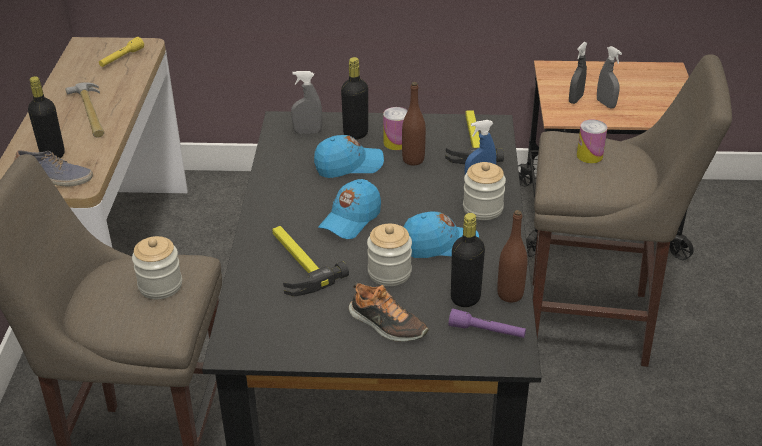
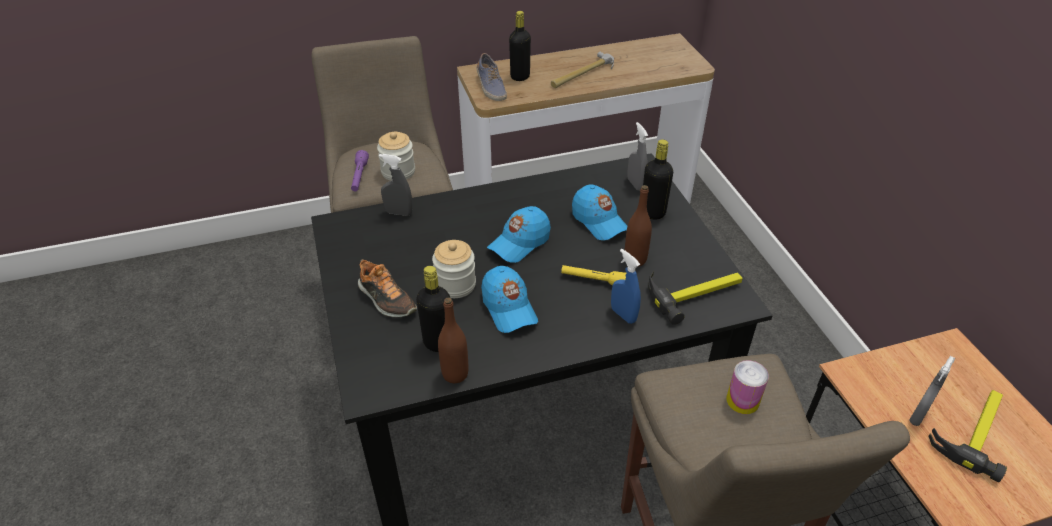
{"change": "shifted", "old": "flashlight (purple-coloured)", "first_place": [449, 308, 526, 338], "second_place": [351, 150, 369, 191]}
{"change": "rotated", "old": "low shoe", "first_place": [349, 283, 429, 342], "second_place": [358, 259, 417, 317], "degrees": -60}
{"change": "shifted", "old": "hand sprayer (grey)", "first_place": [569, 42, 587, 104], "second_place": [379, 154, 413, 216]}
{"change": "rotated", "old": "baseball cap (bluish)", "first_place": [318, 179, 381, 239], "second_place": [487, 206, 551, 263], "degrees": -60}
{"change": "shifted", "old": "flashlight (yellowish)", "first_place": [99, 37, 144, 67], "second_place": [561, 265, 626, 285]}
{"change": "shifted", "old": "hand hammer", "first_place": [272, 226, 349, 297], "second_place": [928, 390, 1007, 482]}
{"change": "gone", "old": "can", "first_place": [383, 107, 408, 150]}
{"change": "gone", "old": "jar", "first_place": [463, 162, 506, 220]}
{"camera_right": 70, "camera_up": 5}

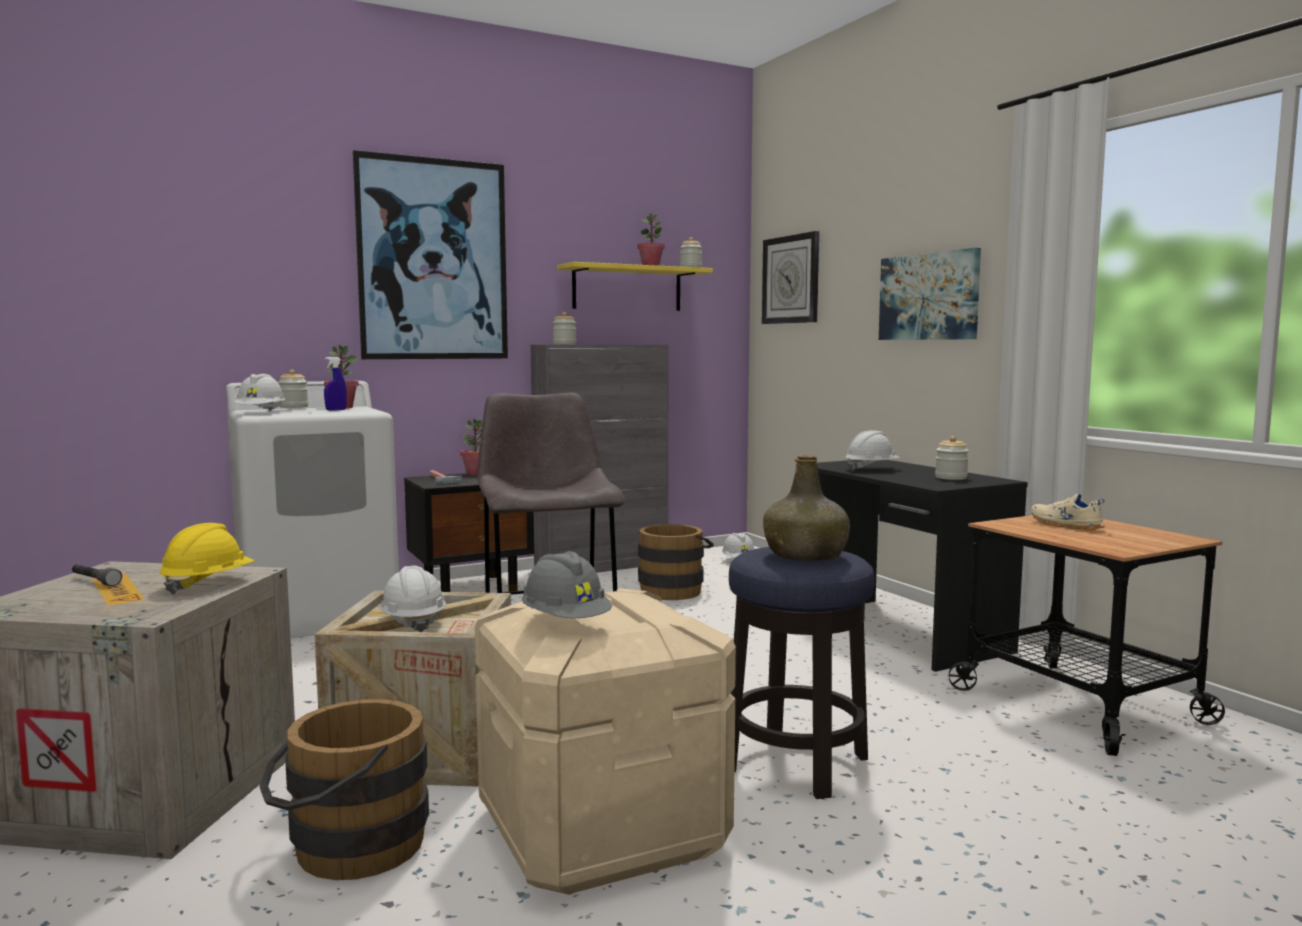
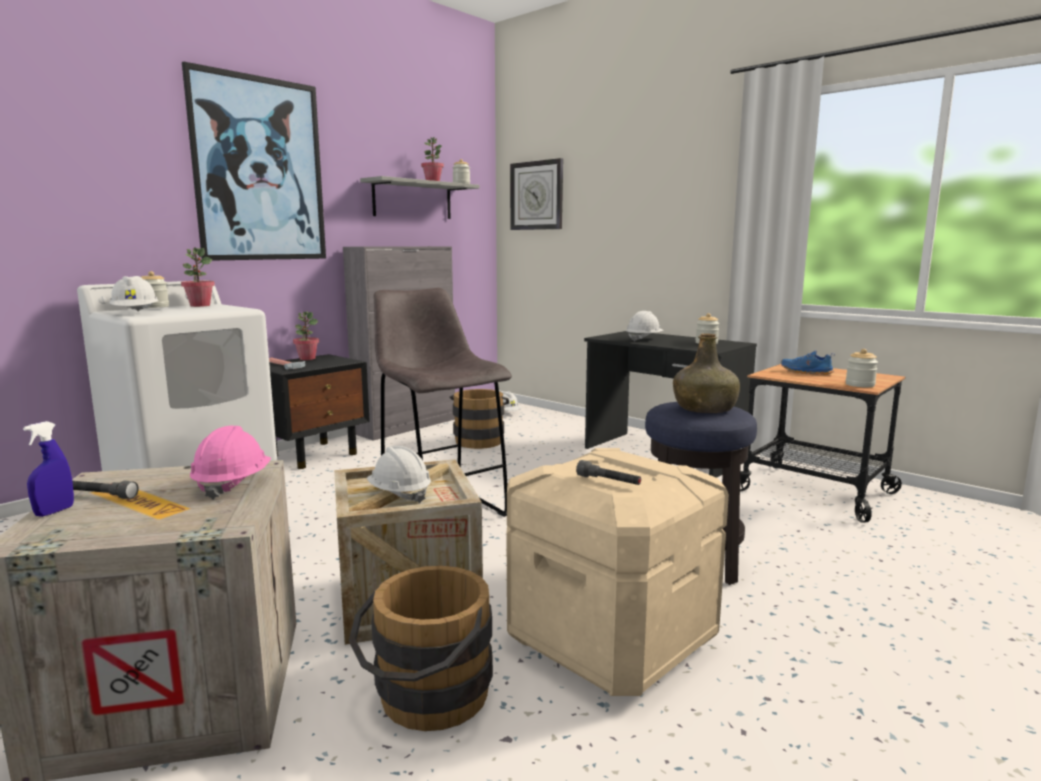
{"change": "shifted", "old": "hand sprayer (bluish)", "first_place": [324, 357, 347, 411], "second_place": [23, 421, 74, 517]}
{"change": "repainted", "old": "work helmet (yellowish)", "new": "work helmet (pink)", "first_place": [159, 523, 255, 595], "second_place": [190, 426, 271, 500]}
{"change": "repainted", "old": "bracket shelf (yellowish)", "new": "bracket shelf (grey)", "first_place": [557, 262, 713, 311], "second_place": [360, 176, 480, 219]}
{"change": "swapped", "old": "work helmet (grey)", "new": "flashlight (grey)", "first_place": [522, 551, 612, 618], "second_place": [576, 460, 641, 485]}
{"change": "repainted", "old": "low shoe (beige-coloured)", "new": "low shoe (bluish)", "first_place": [1031, 494, 1105, 530], "second_place": [781, 350, 835, 375]}
{"change": "shifted", "old": "jar", "first_place": [553, 312, 576, 344], "second_place": [846, 349, 878, 387]}
{"change": "gone", "old": "picture", "first_place": [879, 248, 981, 340]}
{"camera_right": -20, "camera_up": 5}

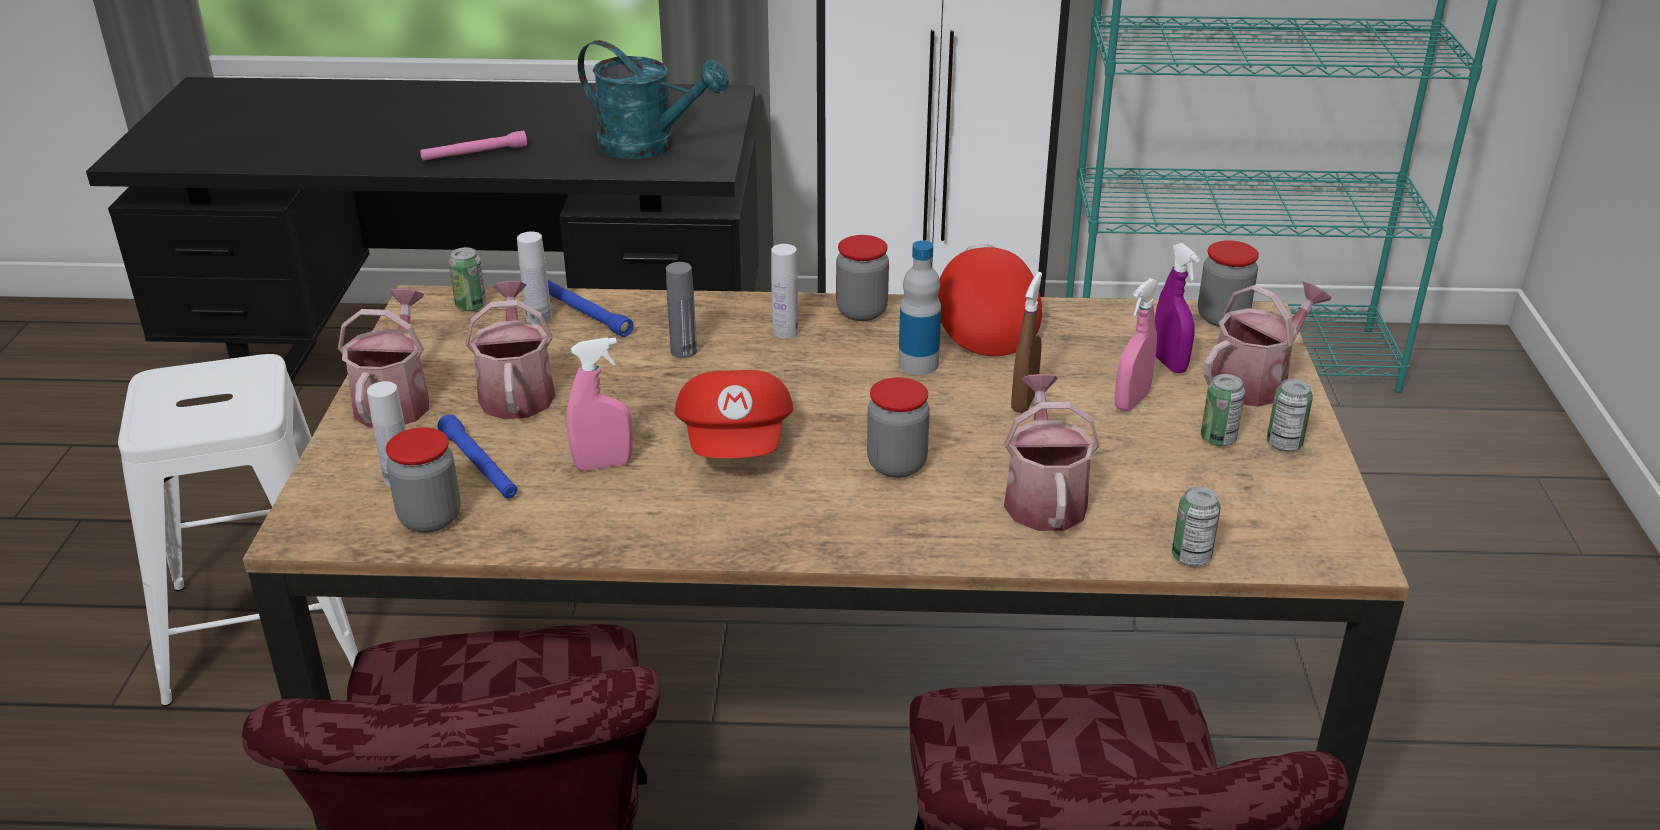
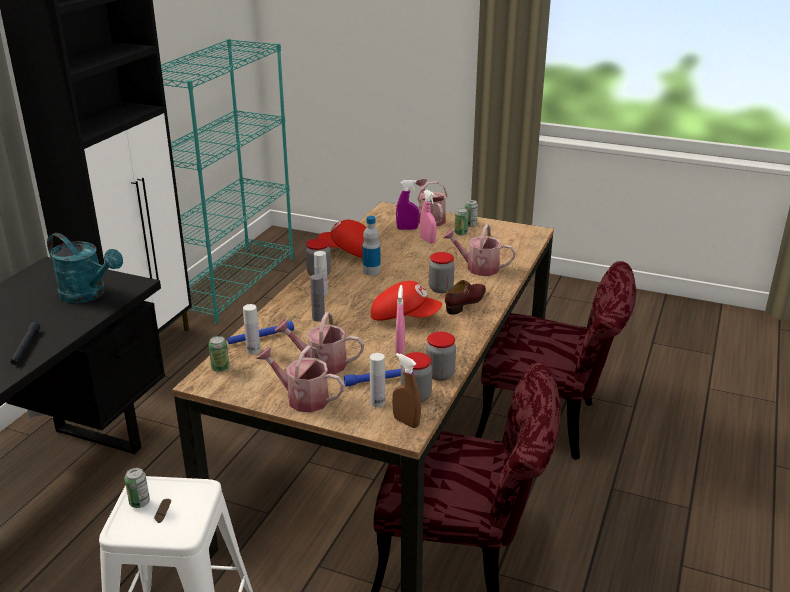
{"change": "repainted", "old": "flashlight (pink)", "new": "flashlight (black-coloured)", "first_place": [420, 131, 527, 161], "second_place": [10, 322, 40, 365]}
{"change": "rotated", "old": "watering can (turquoise-coloured)", "first_place": [578, 40, 729, 159], "second_place": [47, 233, 123, 303], "degrees": 75}
{"change": "shifted", "old": "can", "first_place": [1172, 487, 1221, 566], "second_place": [125, 468, 150, 508]}
{"change": "shifted", "old": "hand sprayer (brown-coloured)", "first_place": [1011, 272, 1042, 413], "second_place": [392, 353, 421, 428]}
{"change": "shifted", "old": "jar", "first_place": [1198, 240, 1259, 327], "second_place": [426, 332, 456, 381]}
{"change": "new", "new": "low shoe (brown-coloured)", "second_place": [445, 280, 486, 315]}
{"camera_right": -70, "camera_up": -5}

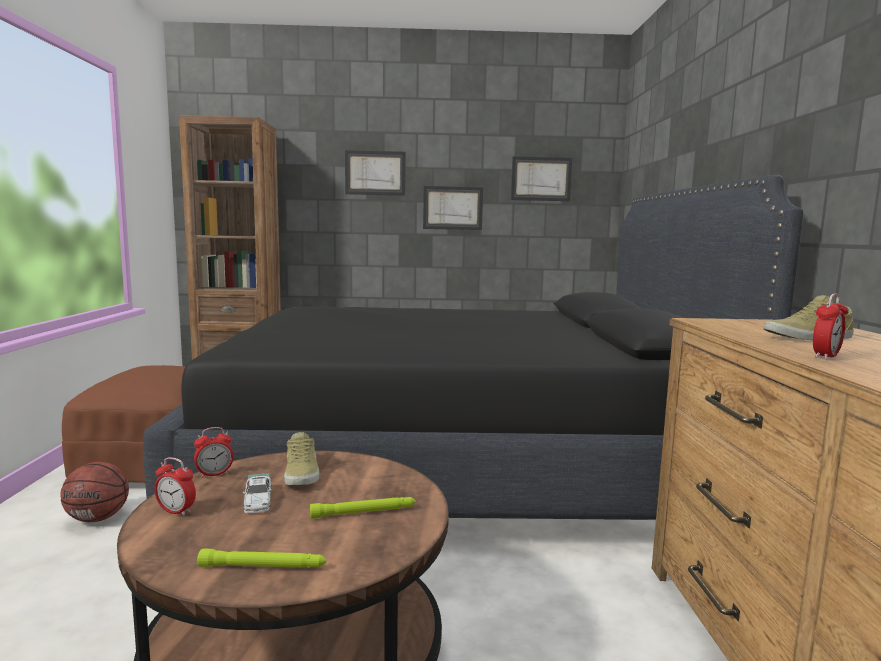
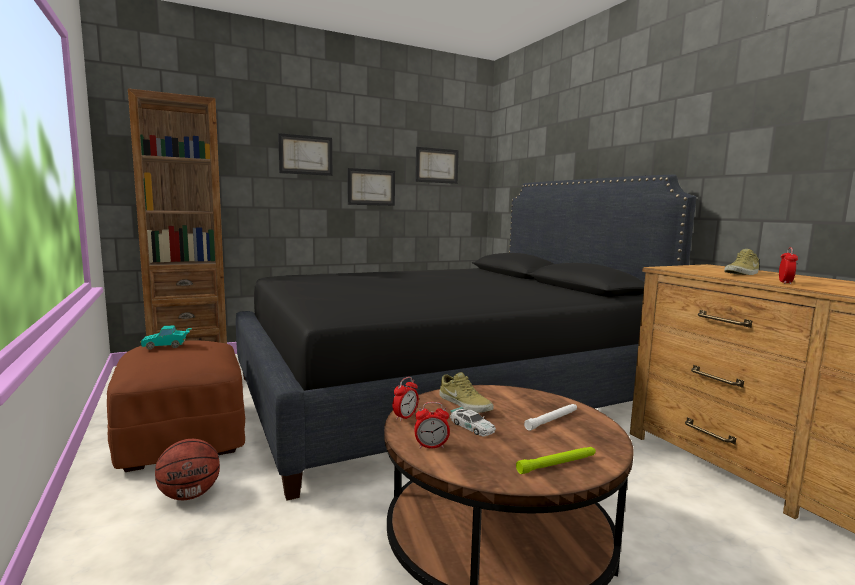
{"change": "new", "new": "model car (turquoise-coloured)", "second_place": [140, 325, 192, 350]}
{"change": "repainted", "old": "flashlight (green-coloured)", "new": "flashlight (whitish)", "first_place": [310, 497, 416, 519], "second_place": [524, 404, 577, 431]}
{"camera_right": -25, "camera_up": 0}

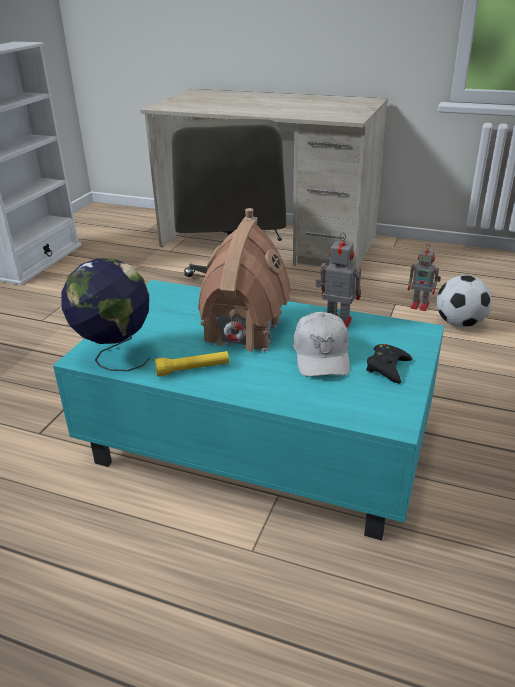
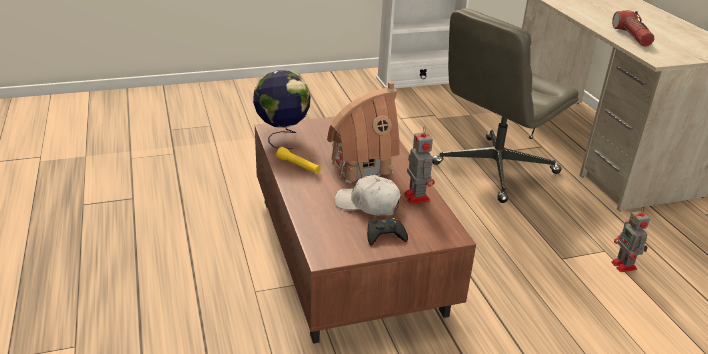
{"change": "repainted", "old": "coffee table (turquoise-coloured)", "new": "coffee table (brown-coloured)", "first_place": [53, 280, 444, 540], "second_place": [255, 116, 476, 344]}
{"change": "rotated", "old": "baseball cap (whitish)", "first_place": [293, 312, 350, 377], "second_place": [335, 175, 401, 216], "degrees": 60}
{"change": "new", "new": "flashlight", "second_place": [612, 10, 654, 47]}
{"change": "gone", "old": "ball for football", "first_place": [437, 275, 492, 327]}
{"camera_right": 50, "camera_up": 0}

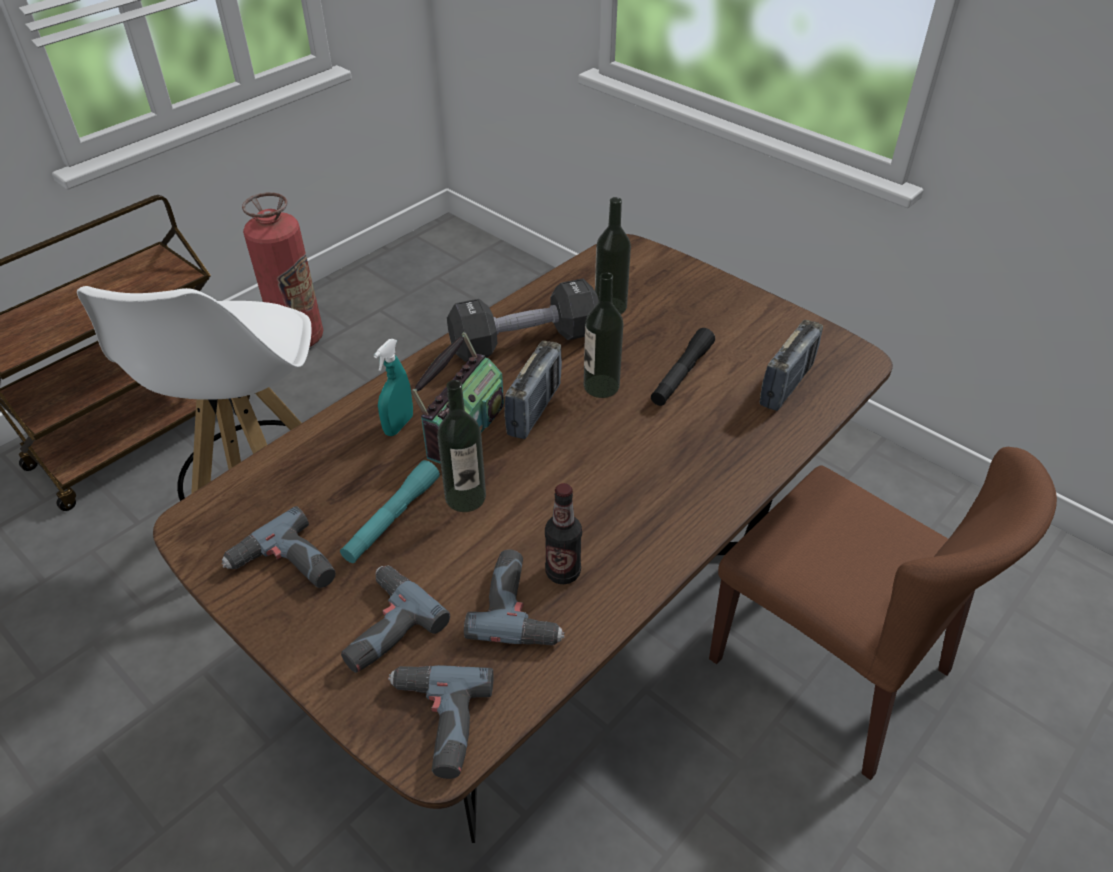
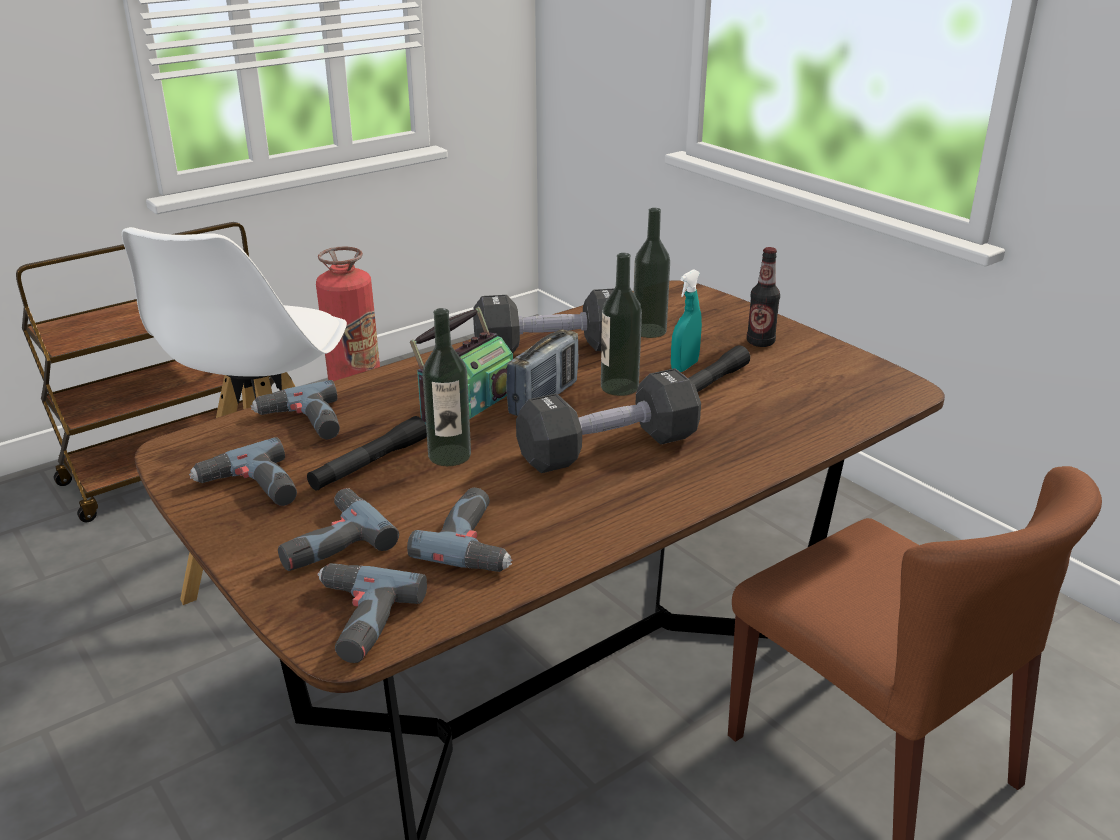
{"change": "new", "new": "electric drill", "second_place": [251, 380, 340, 439]}
{"change": "repainted", "old": "flashlight (turquoise-coloured)", "new": "flashlight (black-coloured)", "first_place": [340, 460, 440, 563], "second_place": [307, 416, 427, 491]}
{"change": "new", "new": "hand weight (black-coloured)", "second_place": [516, 368, 701, 473]}
{"change": "shifted", "old": "hand sprayer (turquoise-coloured)", "first_place": [374, 339, 413, 436], "second_place": [671, 269, 702, 372]}
{"change": "shifted", "old": "beverage bottle", "first_place": [545, 483, 582, 584], "second_place": [747, 247, 780, 347]}
{"change": "gone", "old": "radio", "first_place": [760, 320, 823, 411]}
{"camera_right": 10, "camera_up": -15}

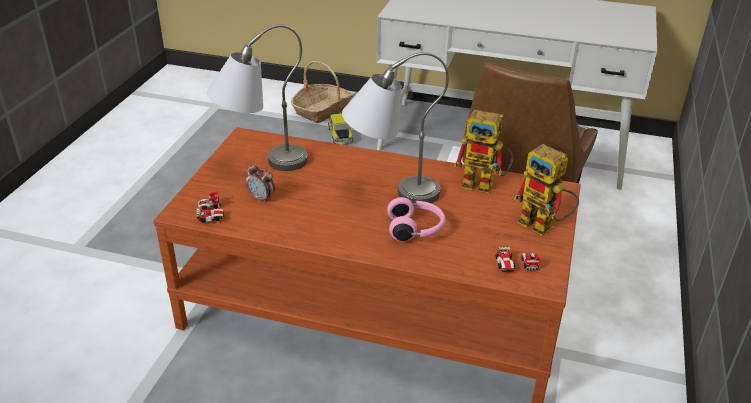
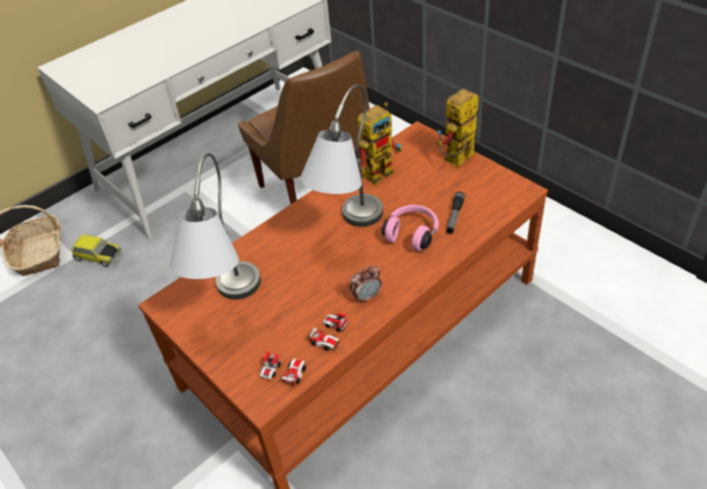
{"change": "shifted", "old": "model car", "first_place": [496, 247, 540, 272], "second_place": [308, 313, 348, 351]}
{"change": "shifted", "old": "bedside clock", "first_place": [246, 163, 275, 203], "second_place": [350, 266, 382, 304]}
{"change": "rotated", "old": "robot figure", "first_place": [514, 144, 579, 236], "second_place": [436, 88, 479, 167], "degrees": 150}
{"change": "new", "new": "flashlight", "second_place": [447, 192, 465, 233]}
{"camera_right": -55, "camera_up": 10}

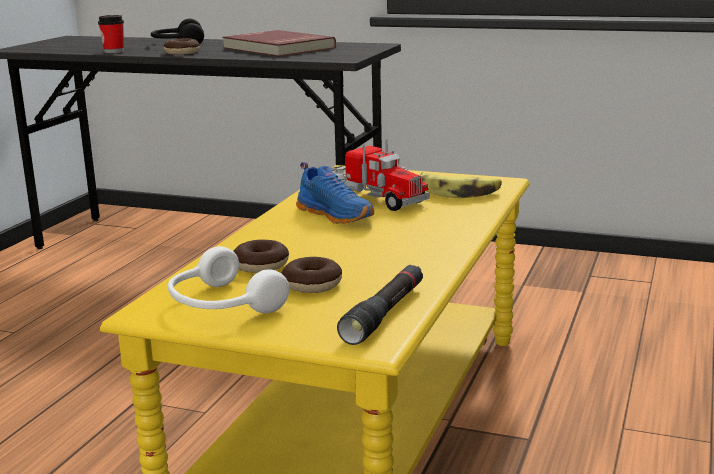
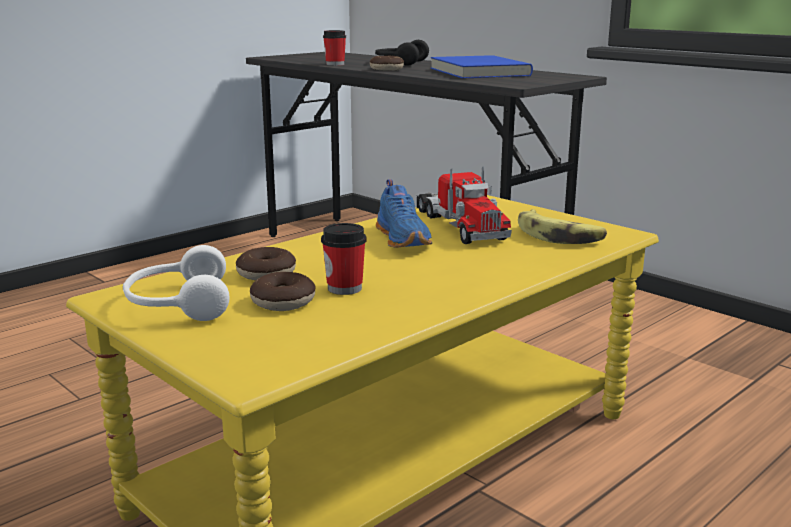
{"change": "new", "new": "cup", "second_place": [321, 223, 366, 295]}
{"change": "repainted", "old": "bound book (red)", "new": "bound book (bluish)", "first_place": [222, 30, 336, 57], "second_place": [431, 55, 533, 78]}
{"change": "gone", "old": "flashlight (black-coloured)", "first_place": [337, 265, 423, 345]}
{"camera_right": 25, "camera_up": 0}

